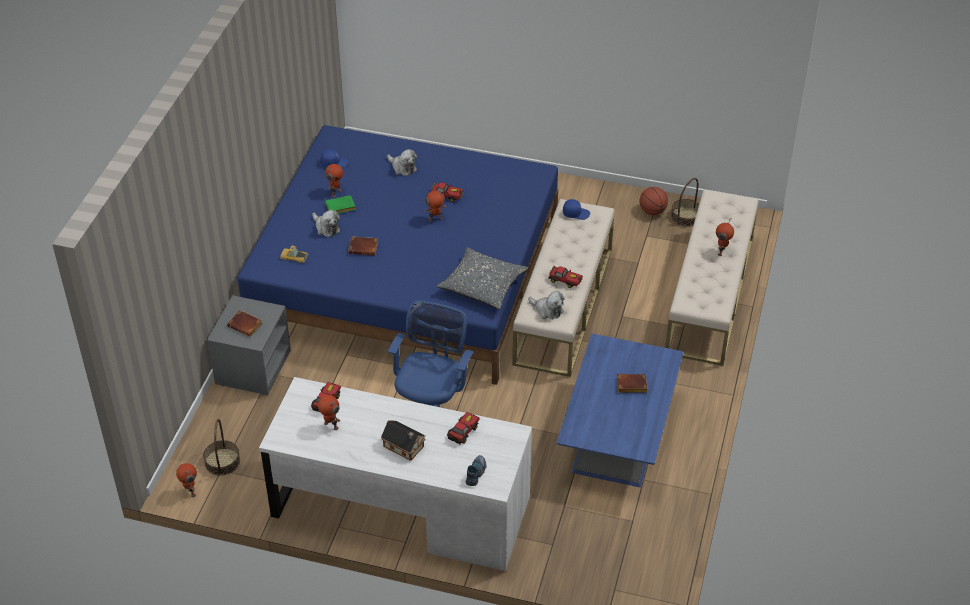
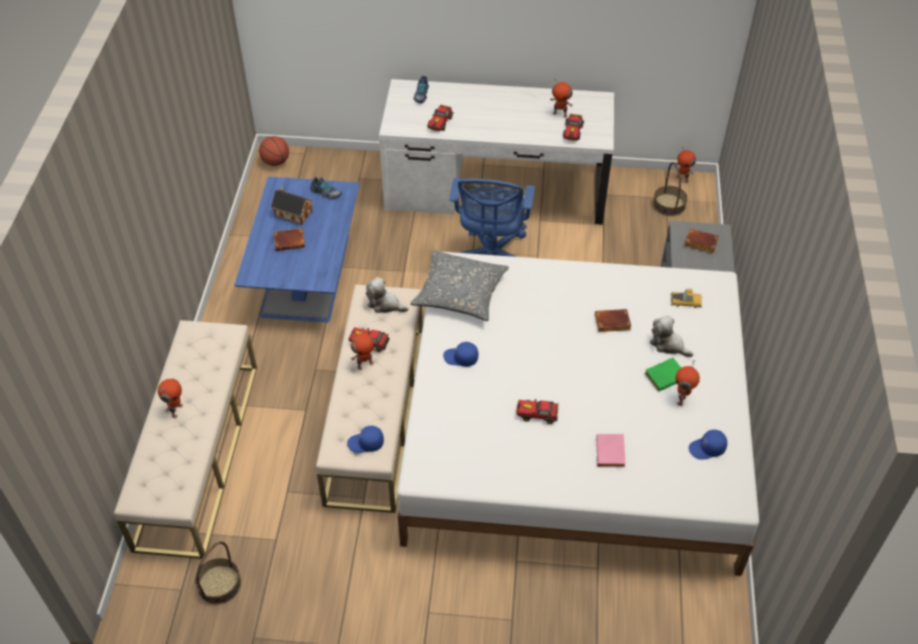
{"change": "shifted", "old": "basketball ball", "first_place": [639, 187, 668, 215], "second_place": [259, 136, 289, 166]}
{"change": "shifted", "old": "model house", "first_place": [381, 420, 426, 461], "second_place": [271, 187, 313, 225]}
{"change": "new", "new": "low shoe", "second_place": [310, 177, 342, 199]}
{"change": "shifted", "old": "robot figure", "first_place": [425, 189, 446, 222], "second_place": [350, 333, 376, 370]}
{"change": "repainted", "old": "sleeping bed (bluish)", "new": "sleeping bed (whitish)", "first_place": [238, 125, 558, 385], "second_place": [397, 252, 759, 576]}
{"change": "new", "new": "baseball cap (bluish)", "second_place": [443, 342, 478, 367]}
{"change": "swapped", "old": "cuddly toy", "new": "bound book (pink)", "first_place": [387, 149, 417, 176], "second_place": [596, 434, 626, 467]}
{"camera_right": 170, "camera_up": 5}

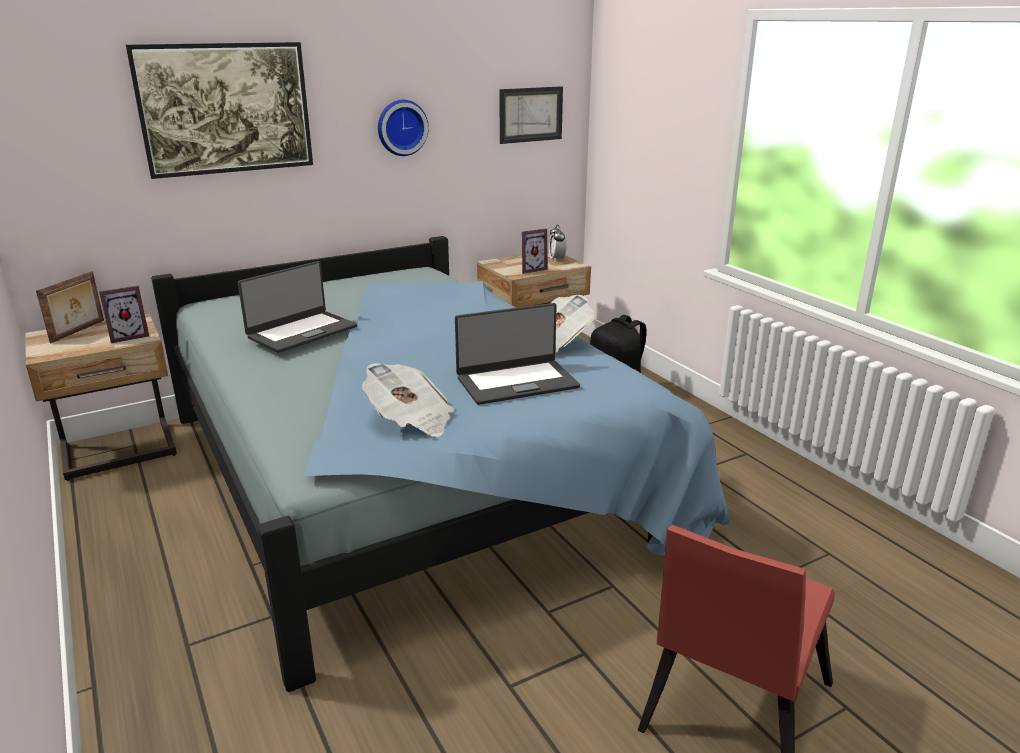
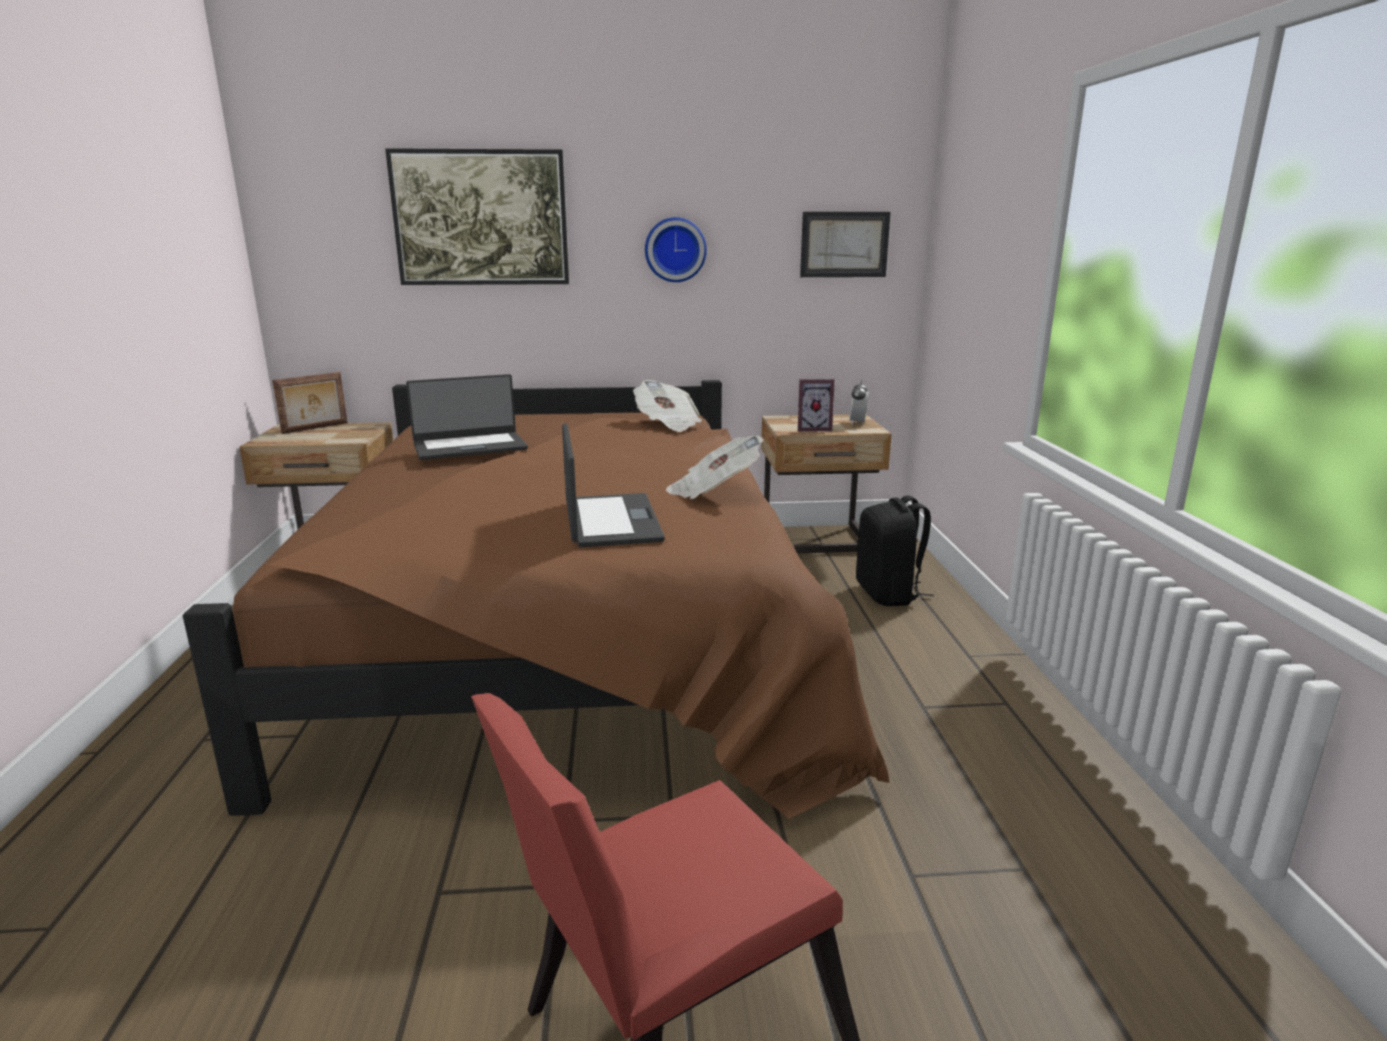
{"change": "repainted", "old": "sleeping bed (bluish)", "new": "sleeping bed (brown-coloured)", "first_place": [151, 236, 730, 692], "second_place": [182, 380, 889, 818]}
{"change": "rotated", "old": "portable computer", "first_place": [455, 303, 580, 405], "second_place": [562, 423, 665, 547], "degrees": -105}
{"change": "shifted", "old": "daily paper", "first_place": [362, 363, 454, 437], "second_place": [633, 380, 702, 432]}
{"change": "gone", "old": "photo frame", "first_place": [99, 285, 149, 343]}
{"camera_right": 25, "camera_up": -5}

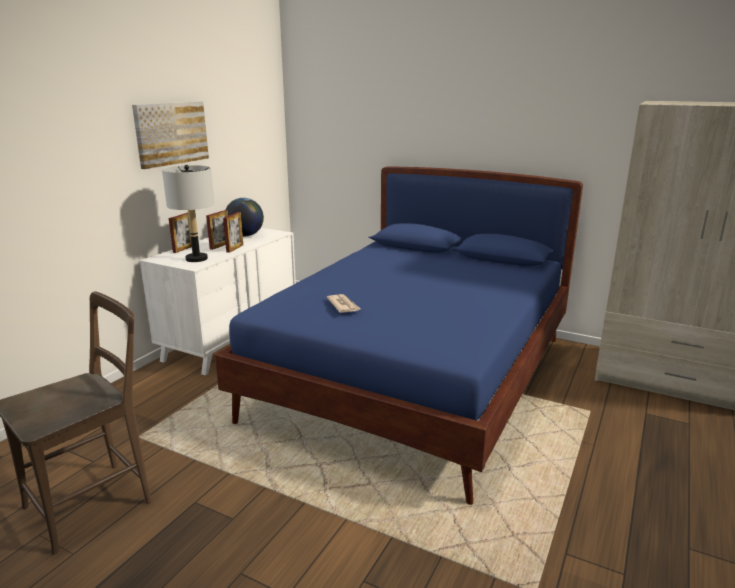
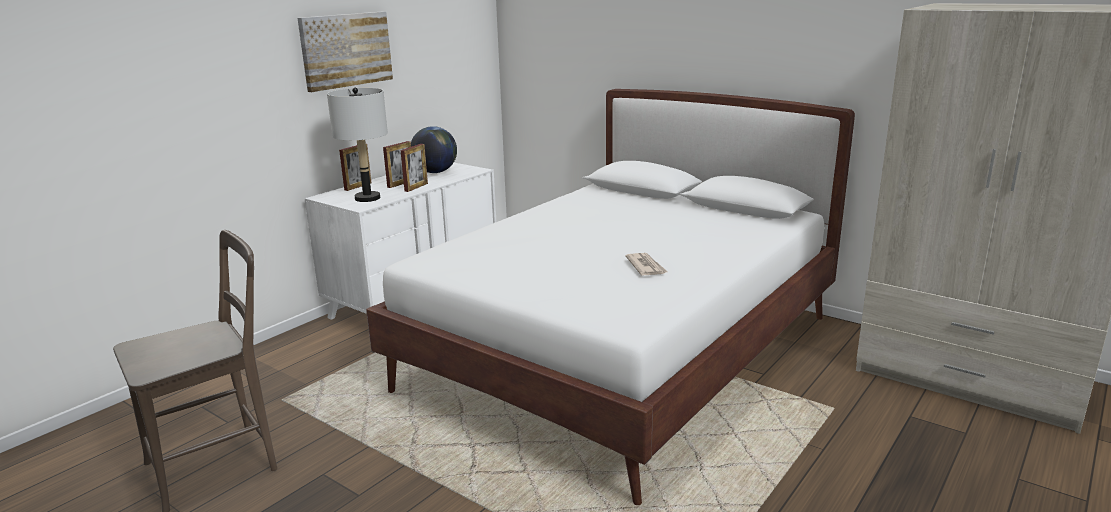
{"change": "repainted", "old": "sleeping bed (bluish)", "new": "sleeping bed (whitish)", "first_place": [215, 166, 583, 505], "second_place": [366, 89, 855, 505]}
{"change": "shifted", "old": "daily paper", "first_place": [326, 294, 360, 313], "second_place": [625, 253, 668, 275]}
{"camera_right": 10, "camera_up": 0}

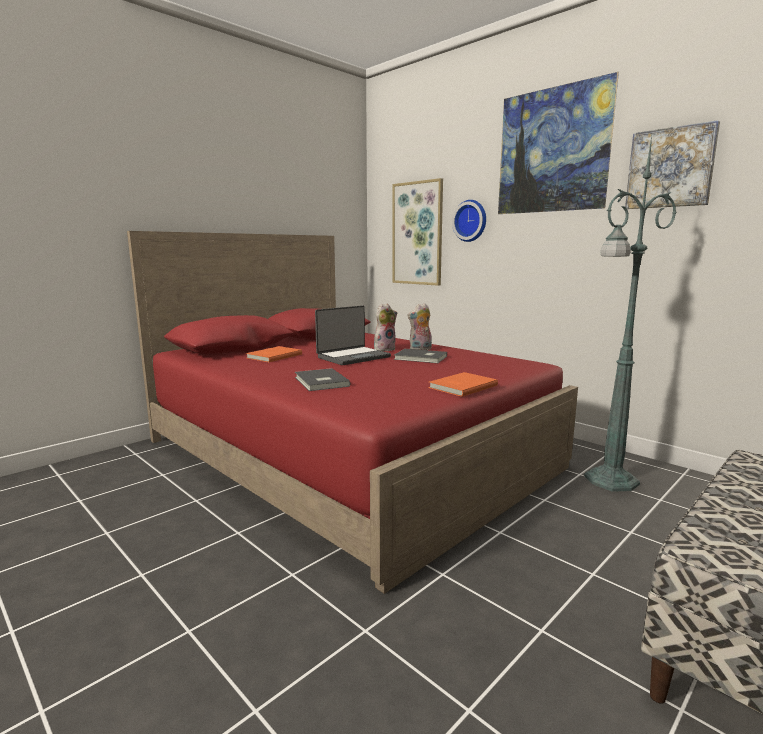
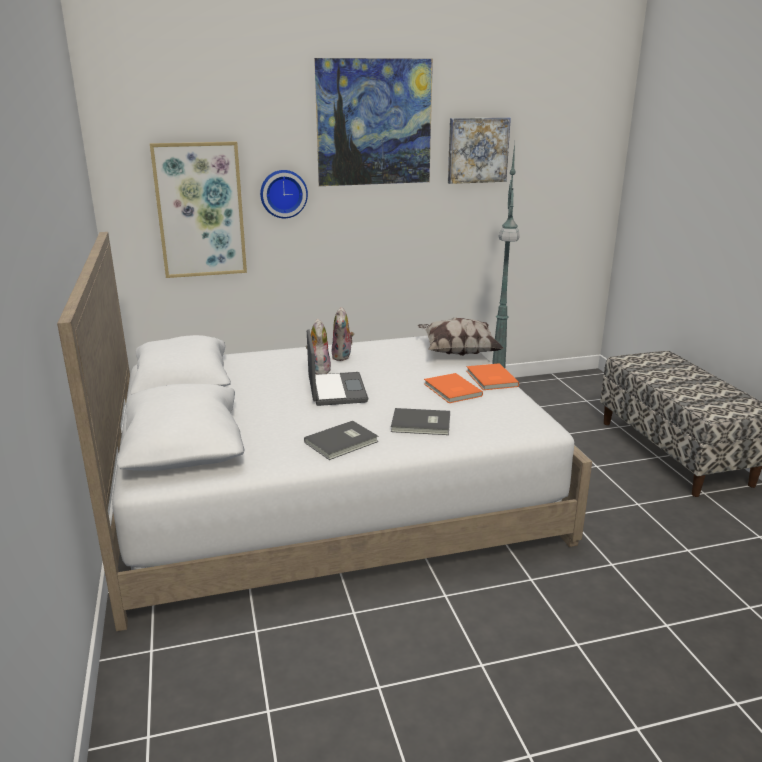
{"change": "repainted", "old": "sleeping bed (red)", "new": "sleeping bed (whitish)", "first_place": [127, 231, 578, 594], "second_place": [57, 232, 592, 631]}
{"change": "shifted", "old": "bound book (grey)", "first_place": [394, 349, 447, 363], "second_place": [304, 421, 379, 460]}
{"change": "new", "new": "throw pillow", "second_place": [418, 318, 503, 356]}
{"change": "shifted", "old": "bound book (orange-coloured)", "first_place": [246, 346, 302, 362], "second_place": [424, 373, 483, 403]}
{"camera_right": -60, "camera_up": 10}

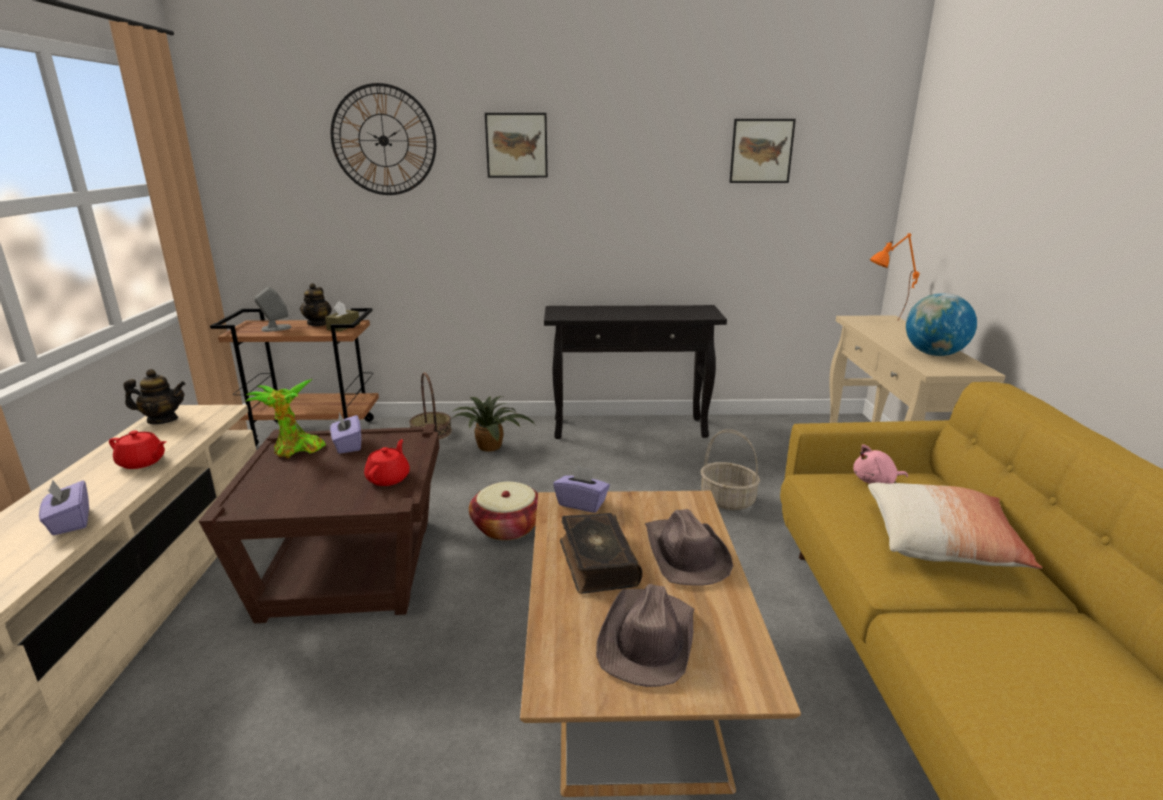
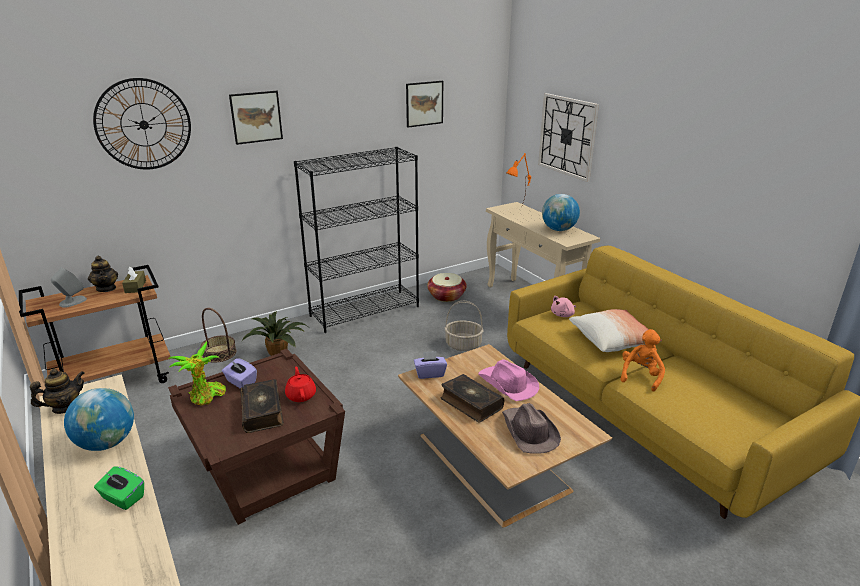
{"change": "swapped", "old": "tea pot (red)", "new": "globe", "first_place": [109, 431, 166, 469], "second_place": [64, 388, 134, 451]}
{"change": "repainted", "old": "box of tissues (purple-coloured)", "new": "box of tissues (green-coloured)", "first_place": [39, 480, 89, 535], "second_place": [94, 466, 144, 510]}
{"change": "new", "new": "bound book", "second_place": [240, 379, 284, 433]}
{"change": "swapped", "old": "console table (black-coloured)", "new": "shelving unit (black-coloured)", "first_place": [544, 305, 727, 439], "second_place": [294, 147, 419, 333]}
{"change": "shifted", "old": "household basket", "first_place": [469, 482, 538, 540], "second_place": [427, 273, 467, 302]}
{"change": "repainted", "old": "wearable hat (brown-coloured)", "new": "wearable hat (pink)", "first_place": [645, 509, 733, 586], "second_place": [478, 359, 539, 401]}
{"change": "new", "new": "hanging clock", "second_place": [538, 93, 599, 182]}
{"change": "new", "new": "cuddly toy (orange-coloured)", "second_place": [620, 329, 665, 392]}
{"camera_right": -30, "camera_up": 5}

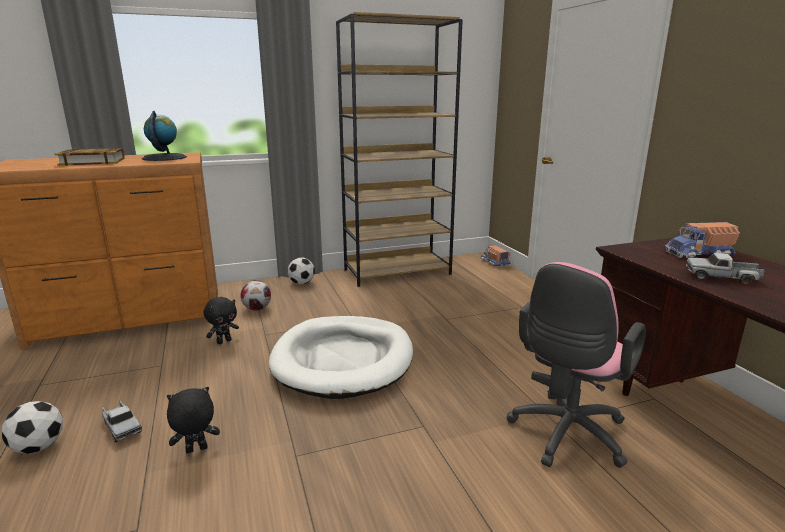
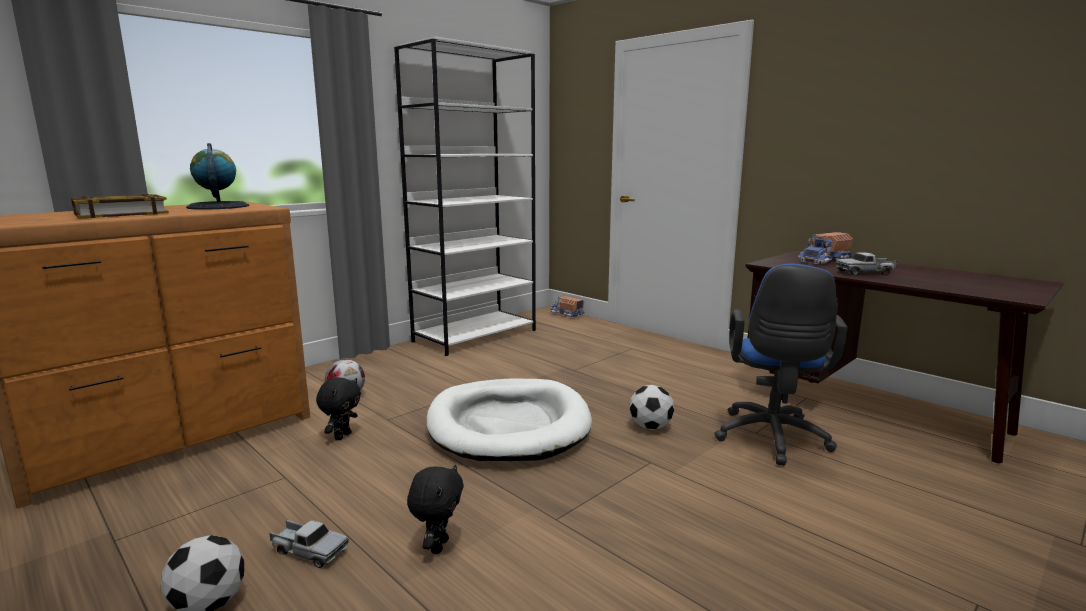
{"change": "repainted", "old": "shelving unit (brown-coloured)", "new": "shelving unit (whitish)", "first_place": [336, 12, 463, 287], "second_place": [394, 37, 536, 356]}
{"change": "rotated", "old": "cuddly toy (black-coloured)", "first_place": [167, 387, 220, 453], "second_place": [407, 464, 464, 554], "degrees": 150}
{"change": "shifted", "old": "ball for football", "first_place": [287, 258, 315, 284], "second_place": [629, 385, 674, 430]}
{"change": "repainted", "old": "desk chair (pink)", "new": "desk chair (bluish)", "first_place": [507, 262, 646, 468], "second_place": [714, 263, 848, 465]}
{"camera_right": -25, "camera_up": -5}

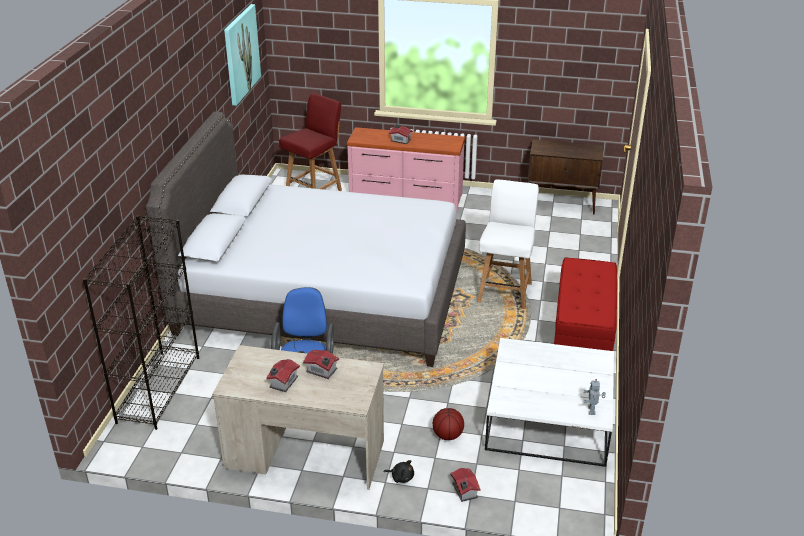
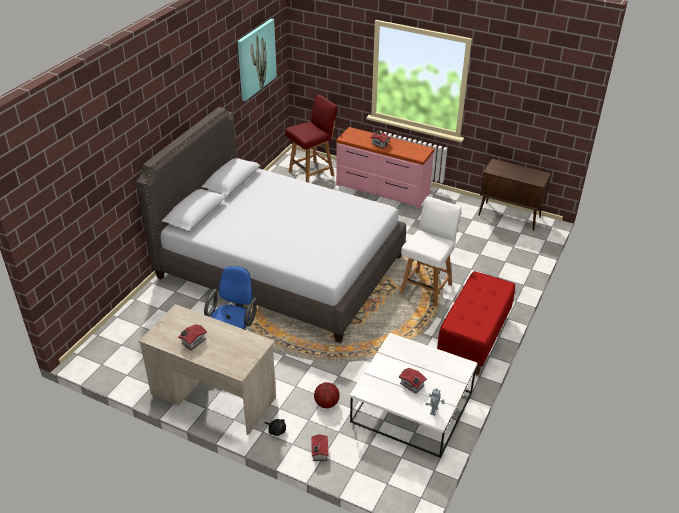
{"change": "shifted", "old": "model house", "first_place": [303, 350, 339, 379], "second_place": [399, 368, 427, 394]}
{"change": "gone", "old": "shelving unit (black-coloured)", "first_place": [83, 216, 199, 430]}
{"camera_right": 15, "camera_up": 5}

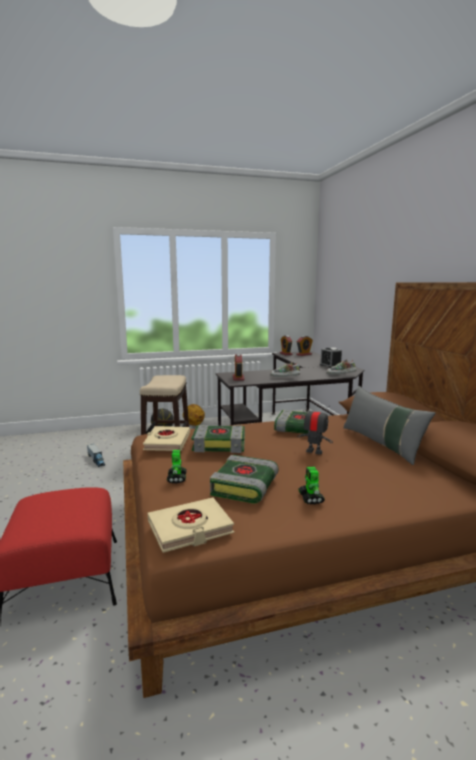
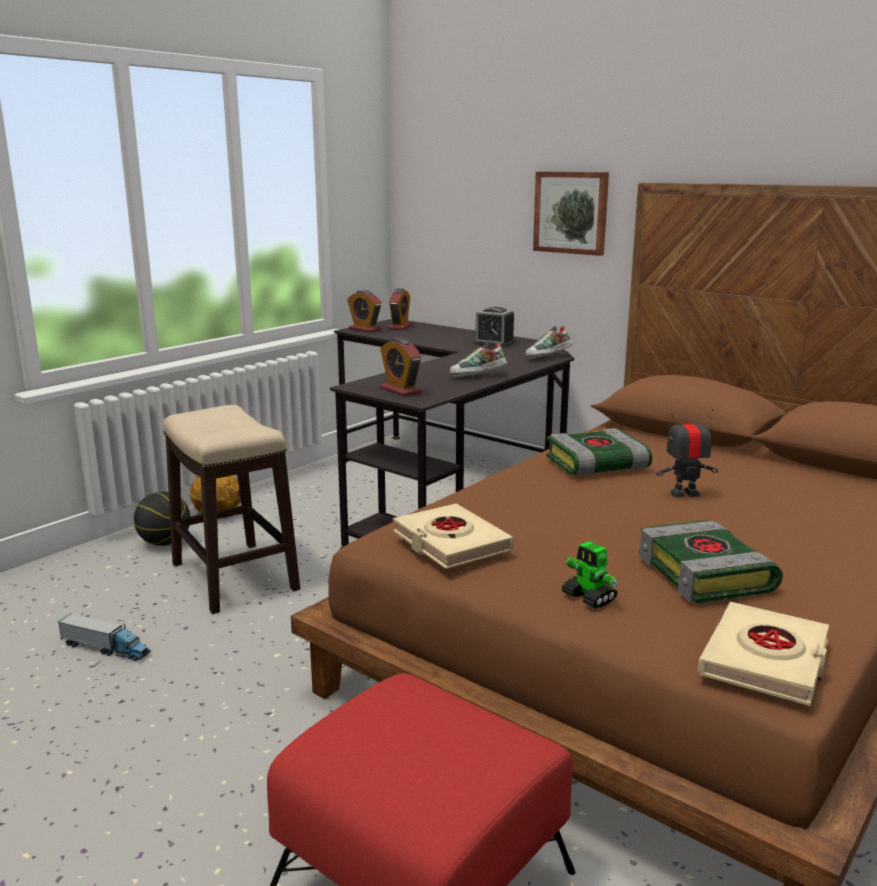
{"change": "new", "new": "picture", "second_place": [533, 172, 609, 256]}
{"change": "gone", "old": "bound book", "first_place": [191, 425, 245, 453]}
{"change": "gone", "old": "robot figure", "first_place": [298, 467, 325, 504]}
{"change": "gone", "old": "throw pillow (grey)", "first_place": [343, 386, 435, 465]}
{"camera_right": -35, "camera_up": 5}

